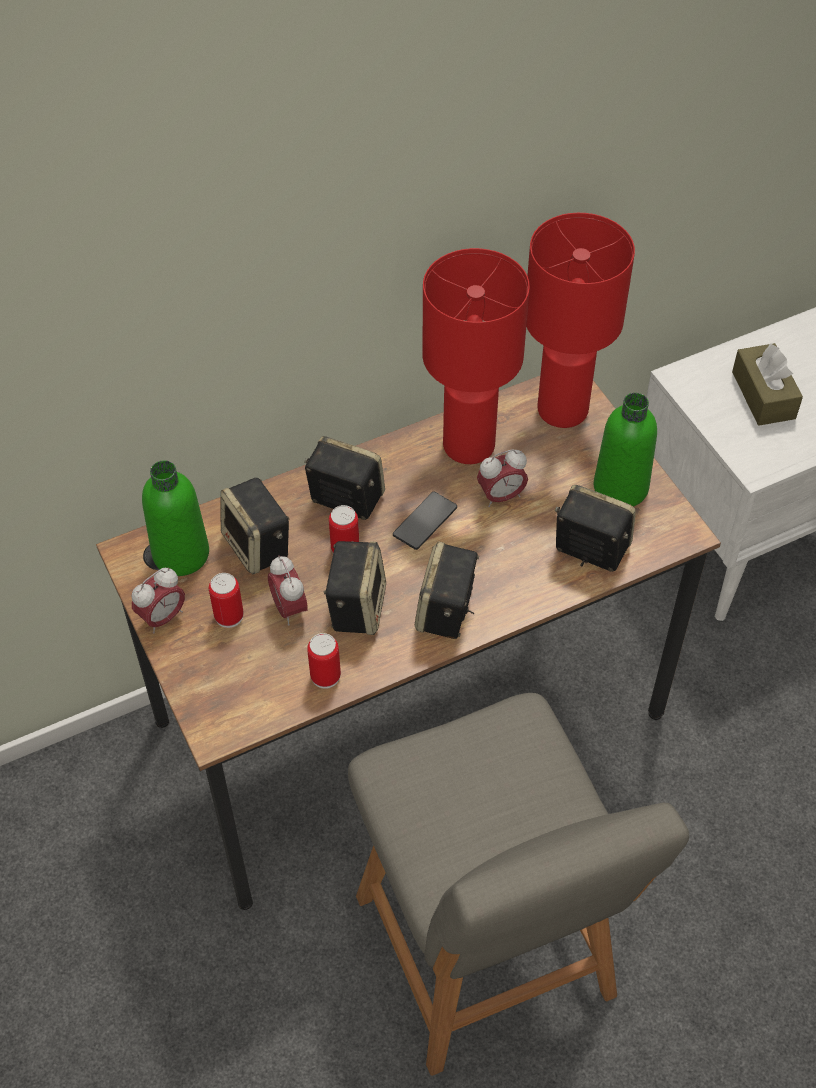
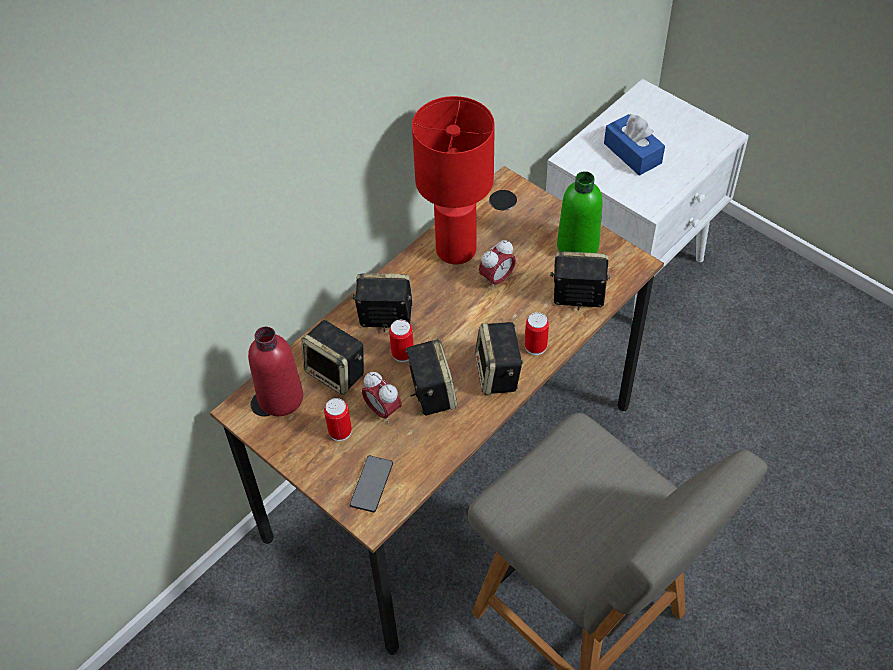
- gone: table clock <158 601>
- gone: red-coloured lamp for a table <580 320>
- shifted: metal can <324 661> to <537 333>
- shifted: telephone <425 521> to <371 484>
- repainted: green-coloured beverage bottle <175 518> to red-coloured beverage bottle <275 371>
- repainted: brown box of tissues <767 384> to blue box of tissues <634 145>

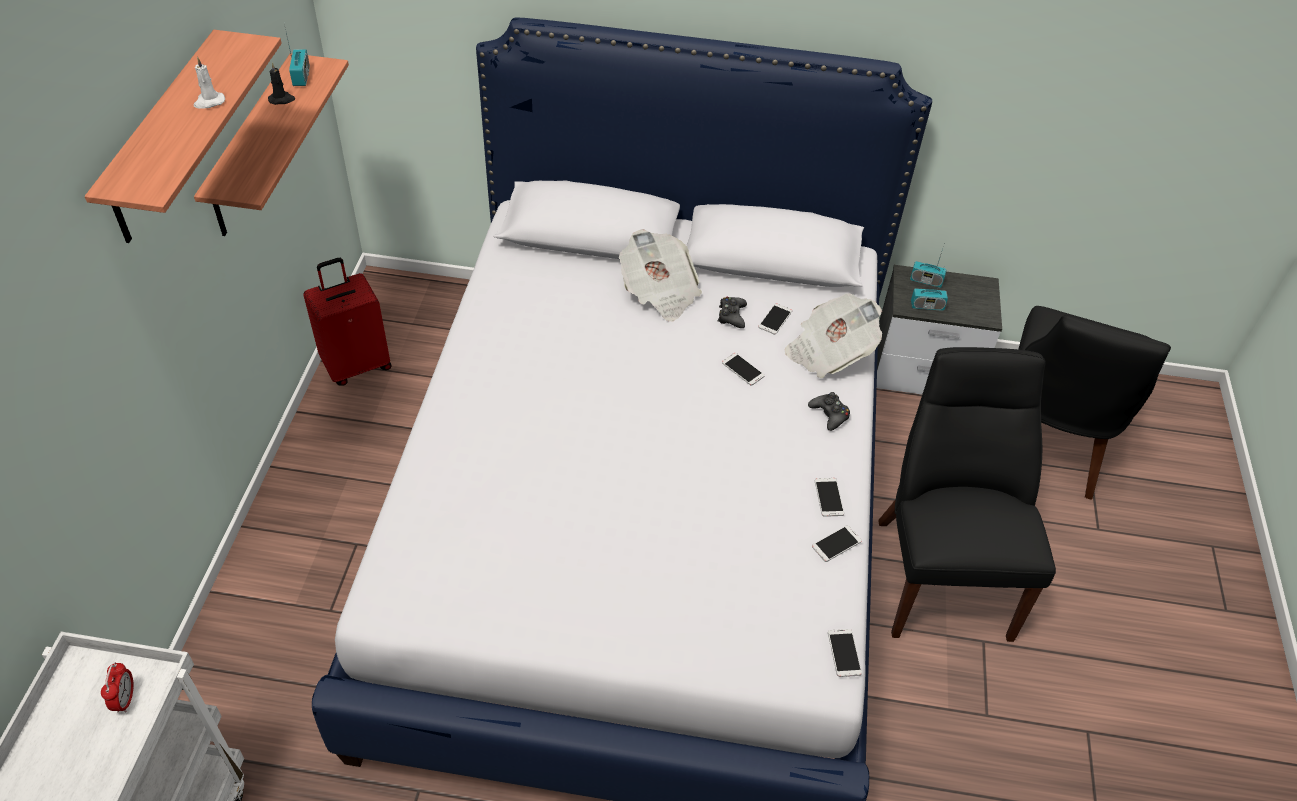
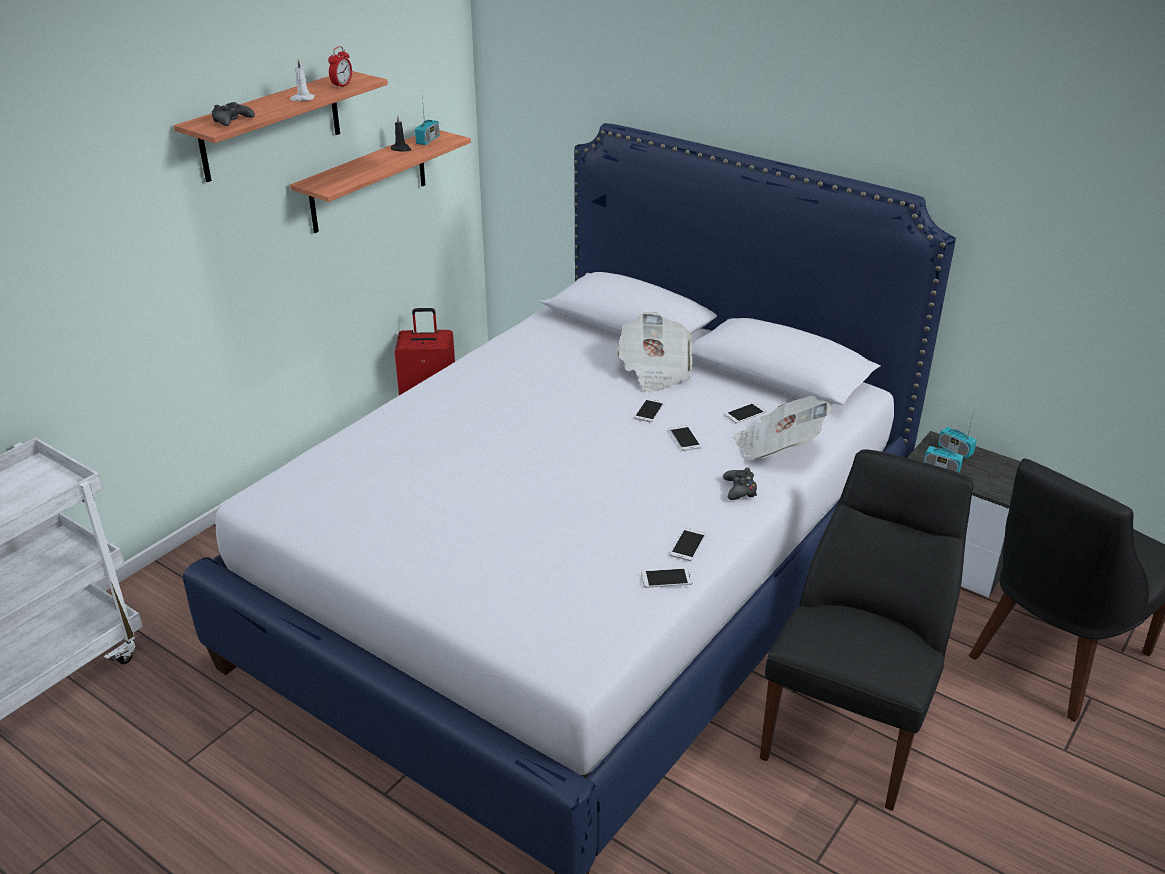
- shifted: table clock <117 687> to <340 67>
- shifted: black game controller <732 312> to <233 114>
- shifted: telephone <845 653> to <649 410>

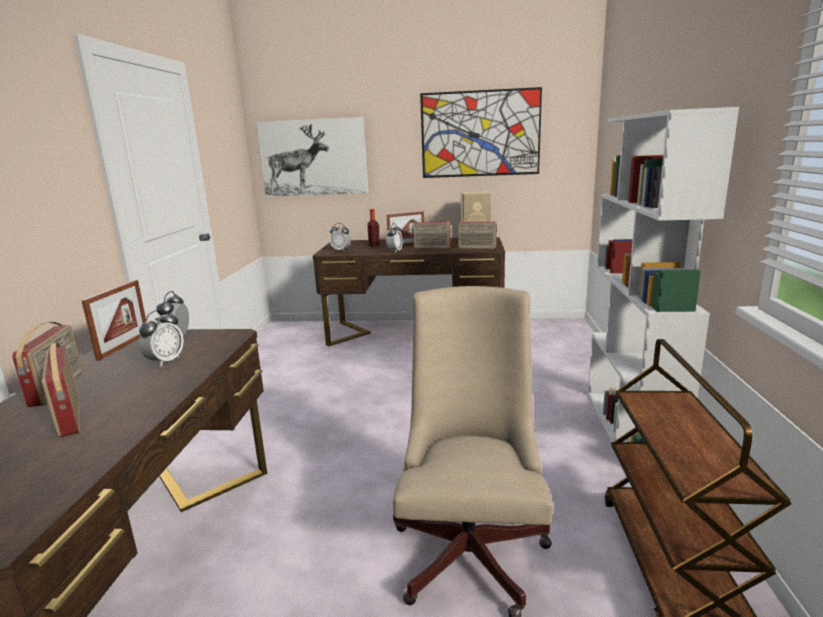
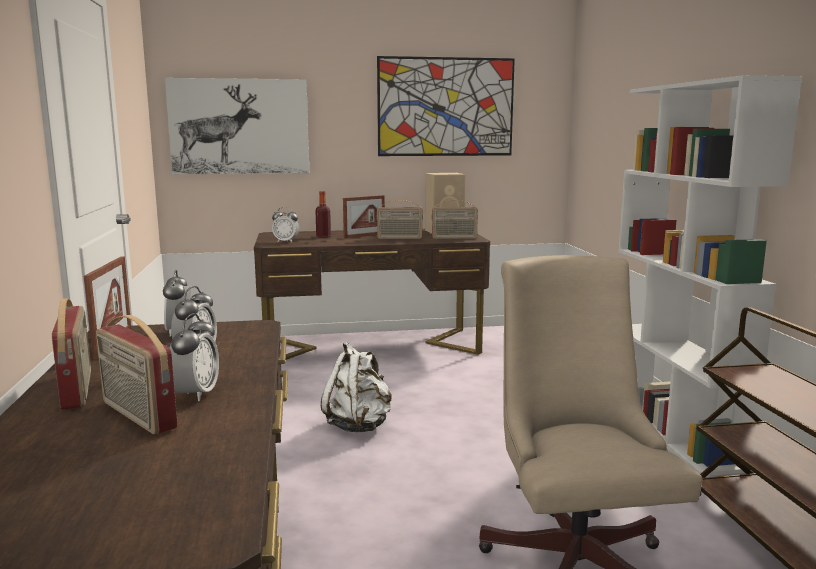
- new: white-coloured knapsack <356 387>
- shifted: table clock <394 237> to <194 357>

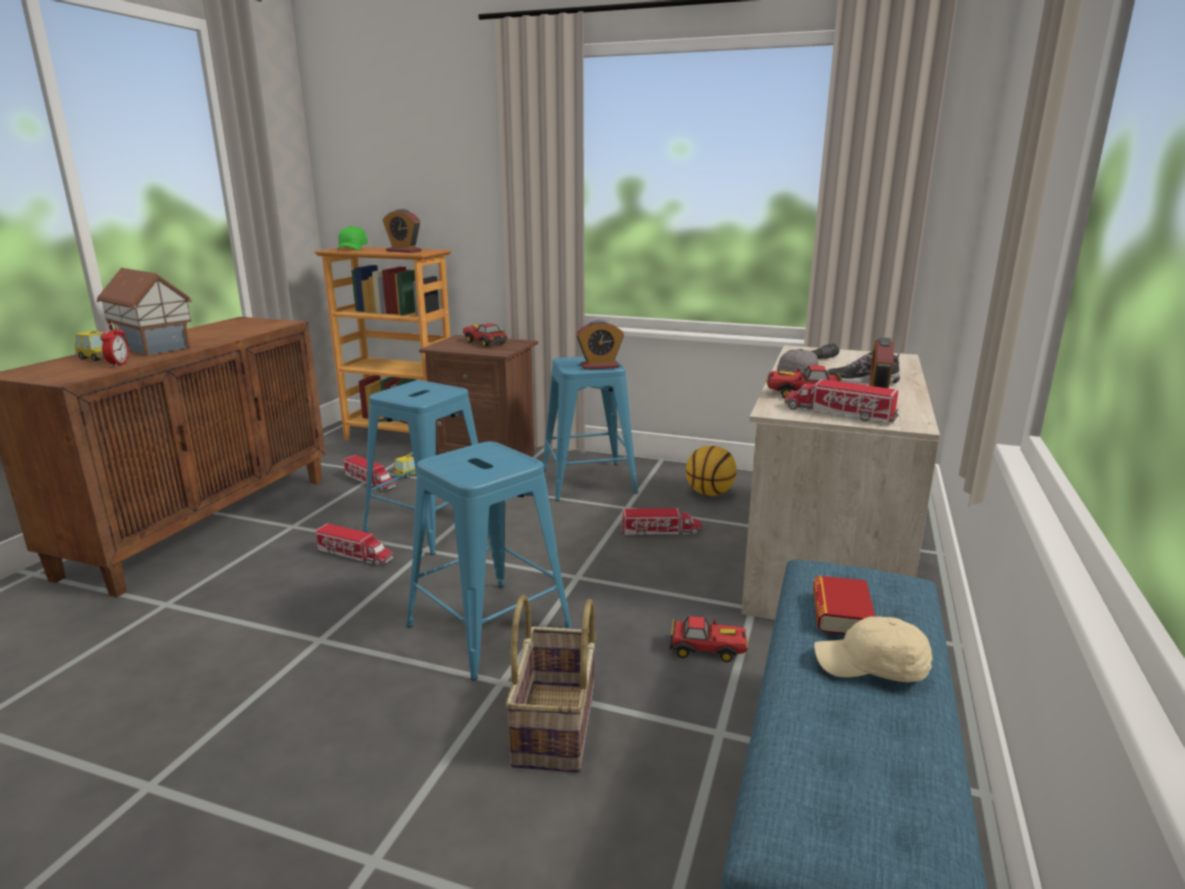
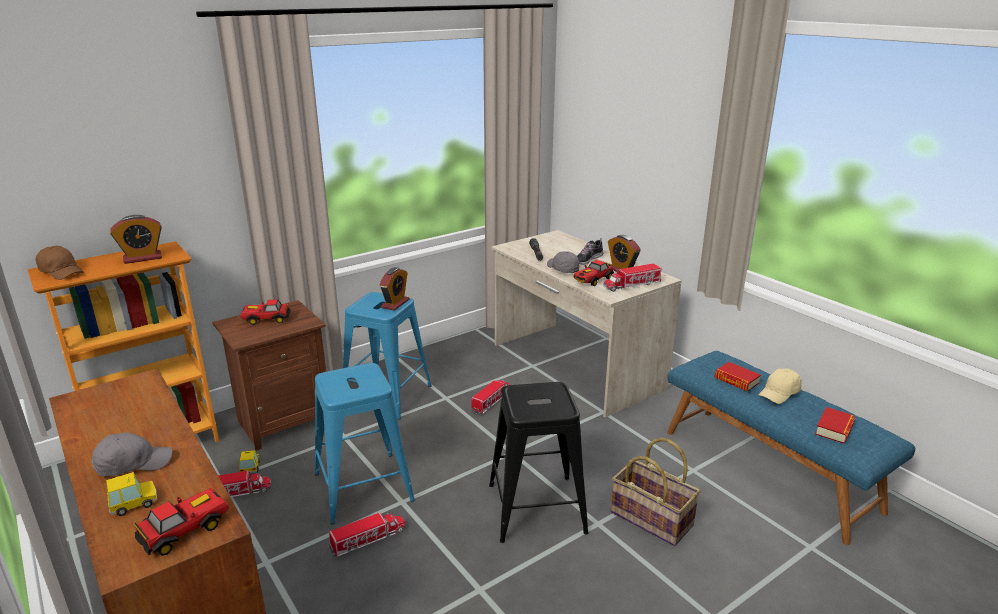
- gone: table clock <114 345>
- gone: ball for basketball <711 471>
- new: book <835 425>
- shifted: model car <709 639> to <180 522>
- swapped: model house <144 312> to grey baseball cap <131 454>
- repainted: green-coloured baseball cap <352 238> to brown baseball cap <59 263>
- repainted: blue sitting stool <489 560> to black sitting stool <539 462>

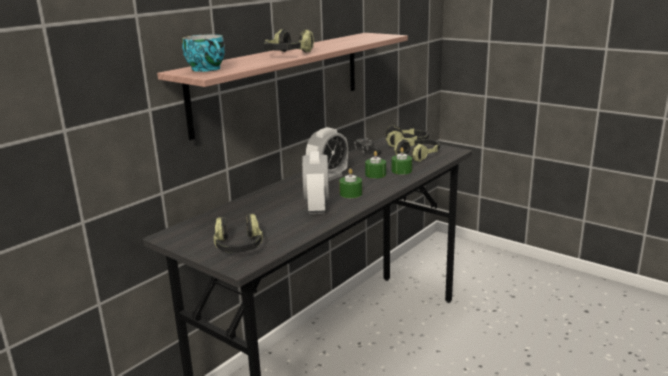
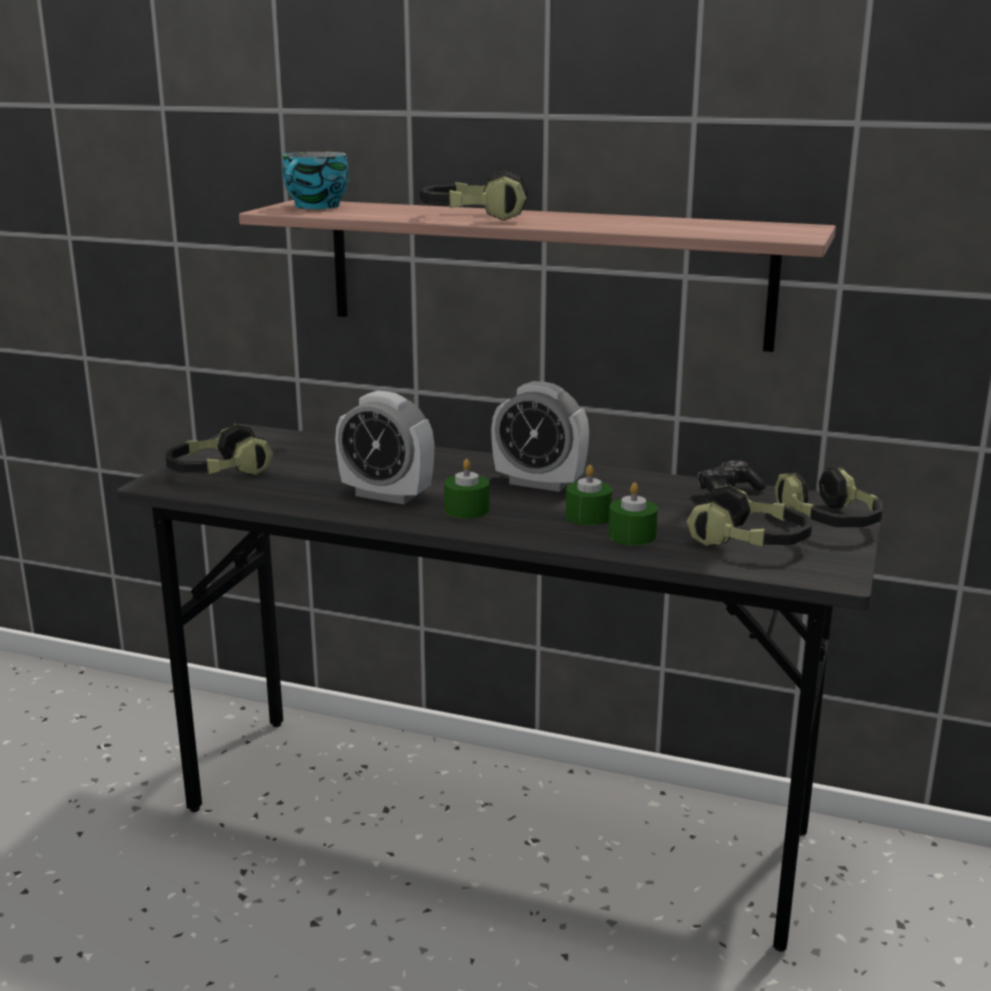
- rotated: table clock <315 182> = <384 447> 135 degrees counterclockwise

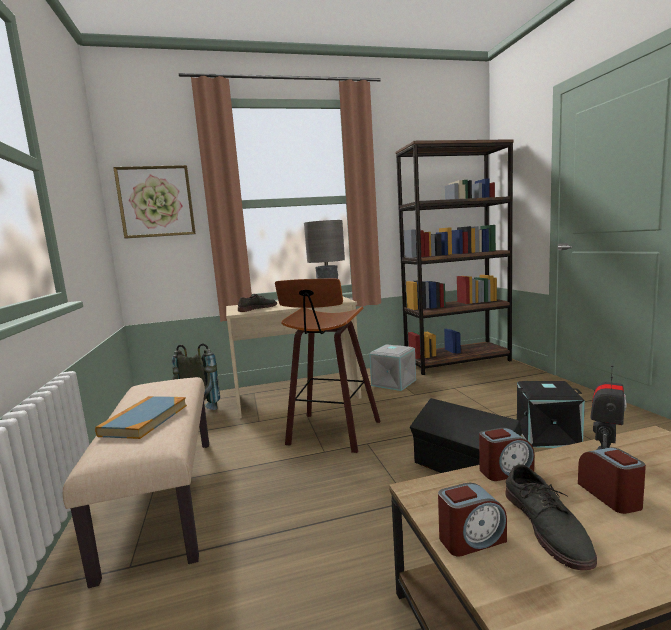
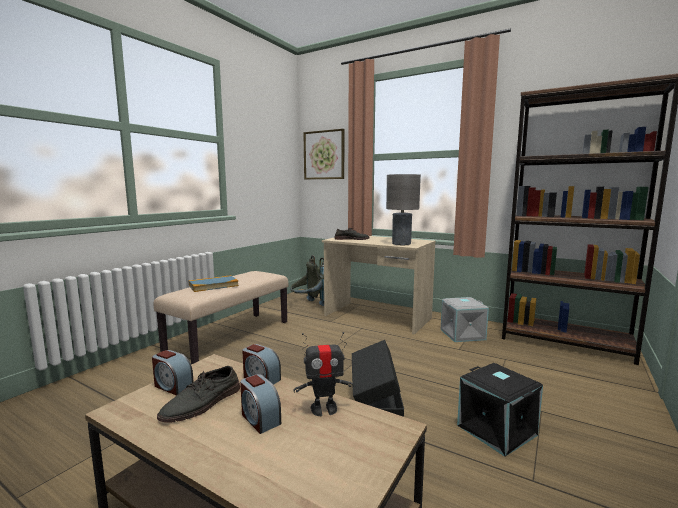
- gone: sitting stool <328 366>
- rotated: table clock <612 480> = <260 404> 105 degrees clockwise

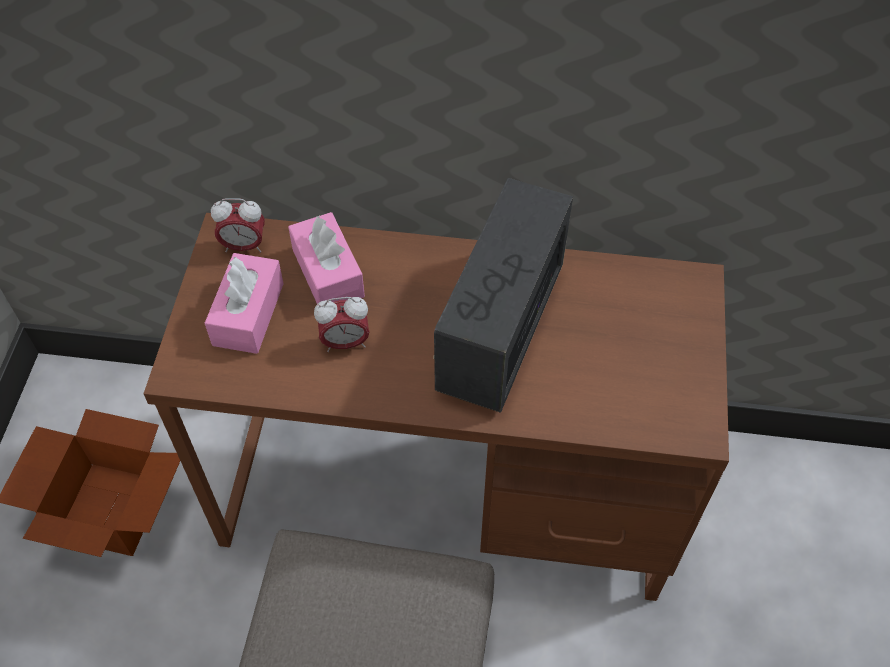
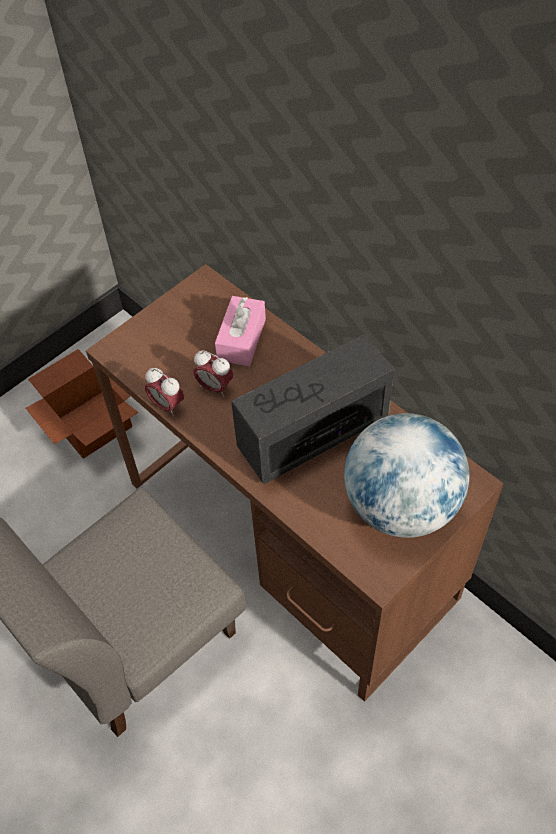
- gone: pinkish box of tissues <244 303>
- new: world globe <406 475>
- shifted: table clock <238 225> to <164 392>

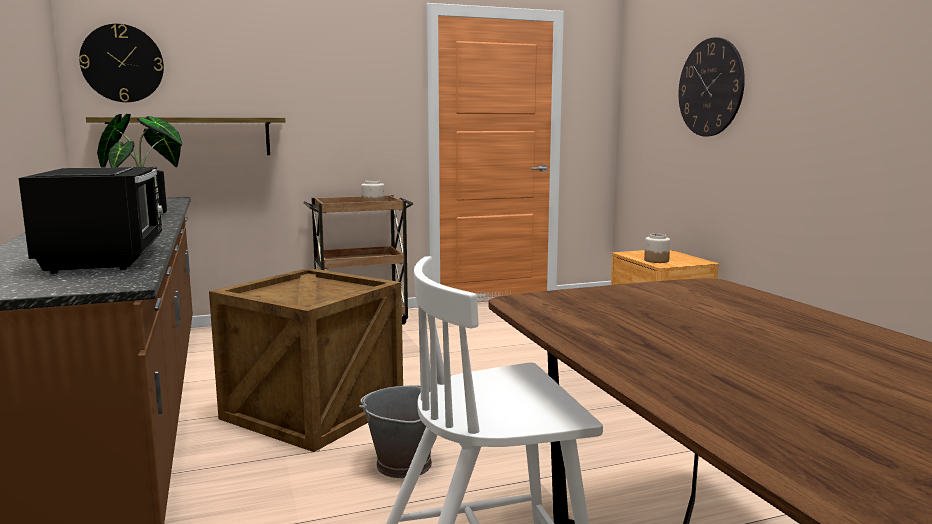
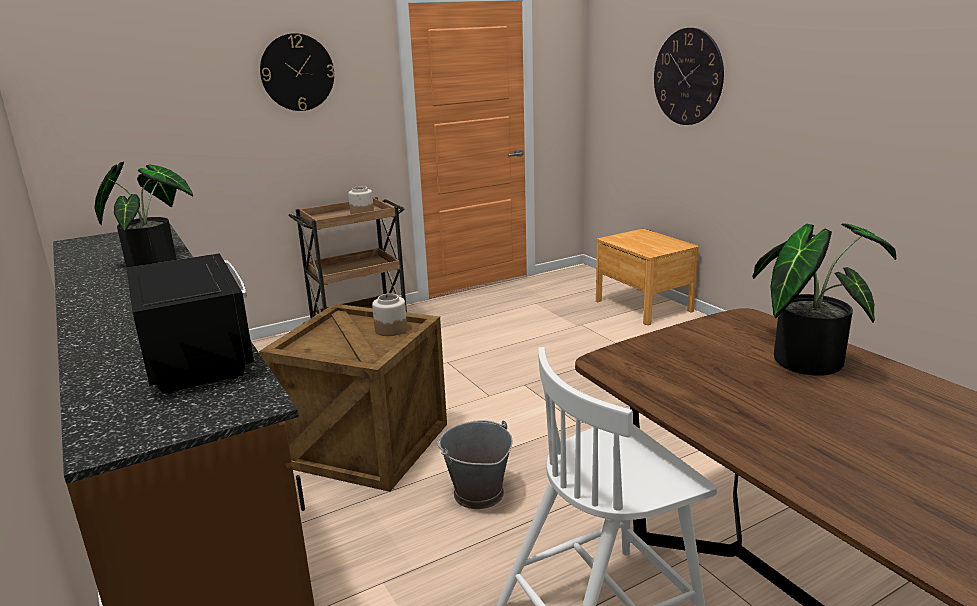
- gone: wall shelf <185 136>
- new: plant in a pot <824 299>
- shifted: hanging clock <121 63> to <297 72>
- shifted: jar <657 248> to <389 315>

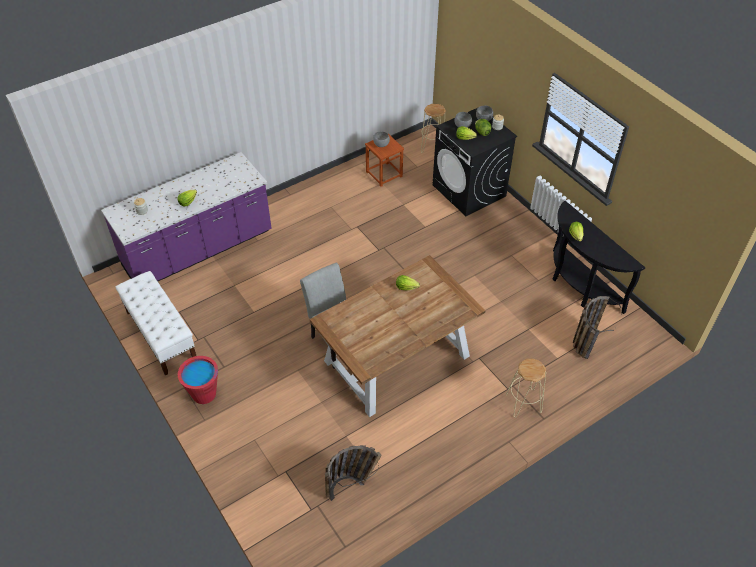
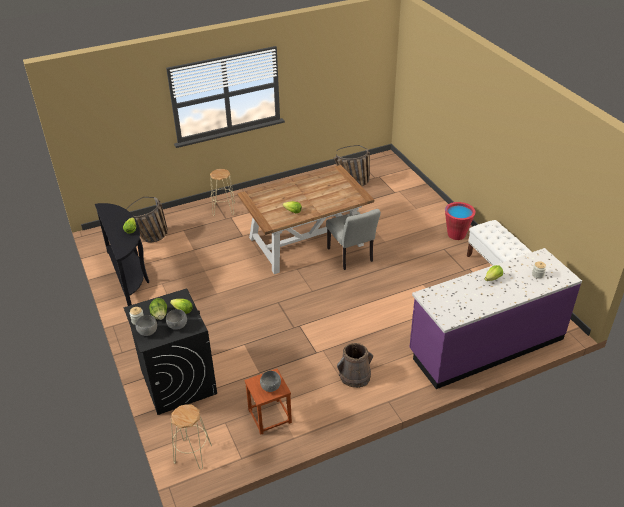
- new: brown bucket <355 365>

